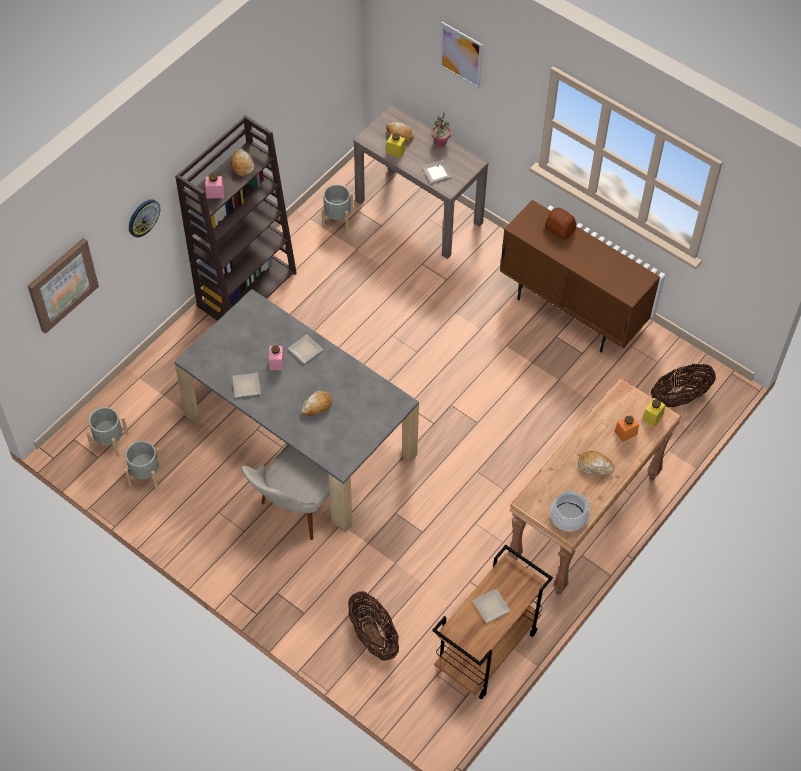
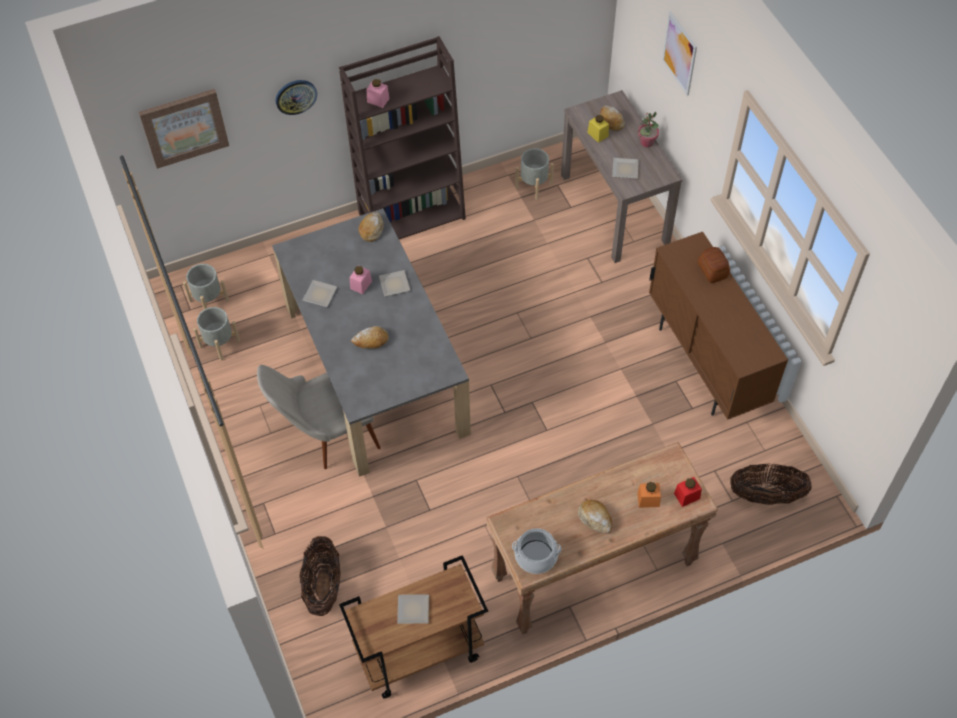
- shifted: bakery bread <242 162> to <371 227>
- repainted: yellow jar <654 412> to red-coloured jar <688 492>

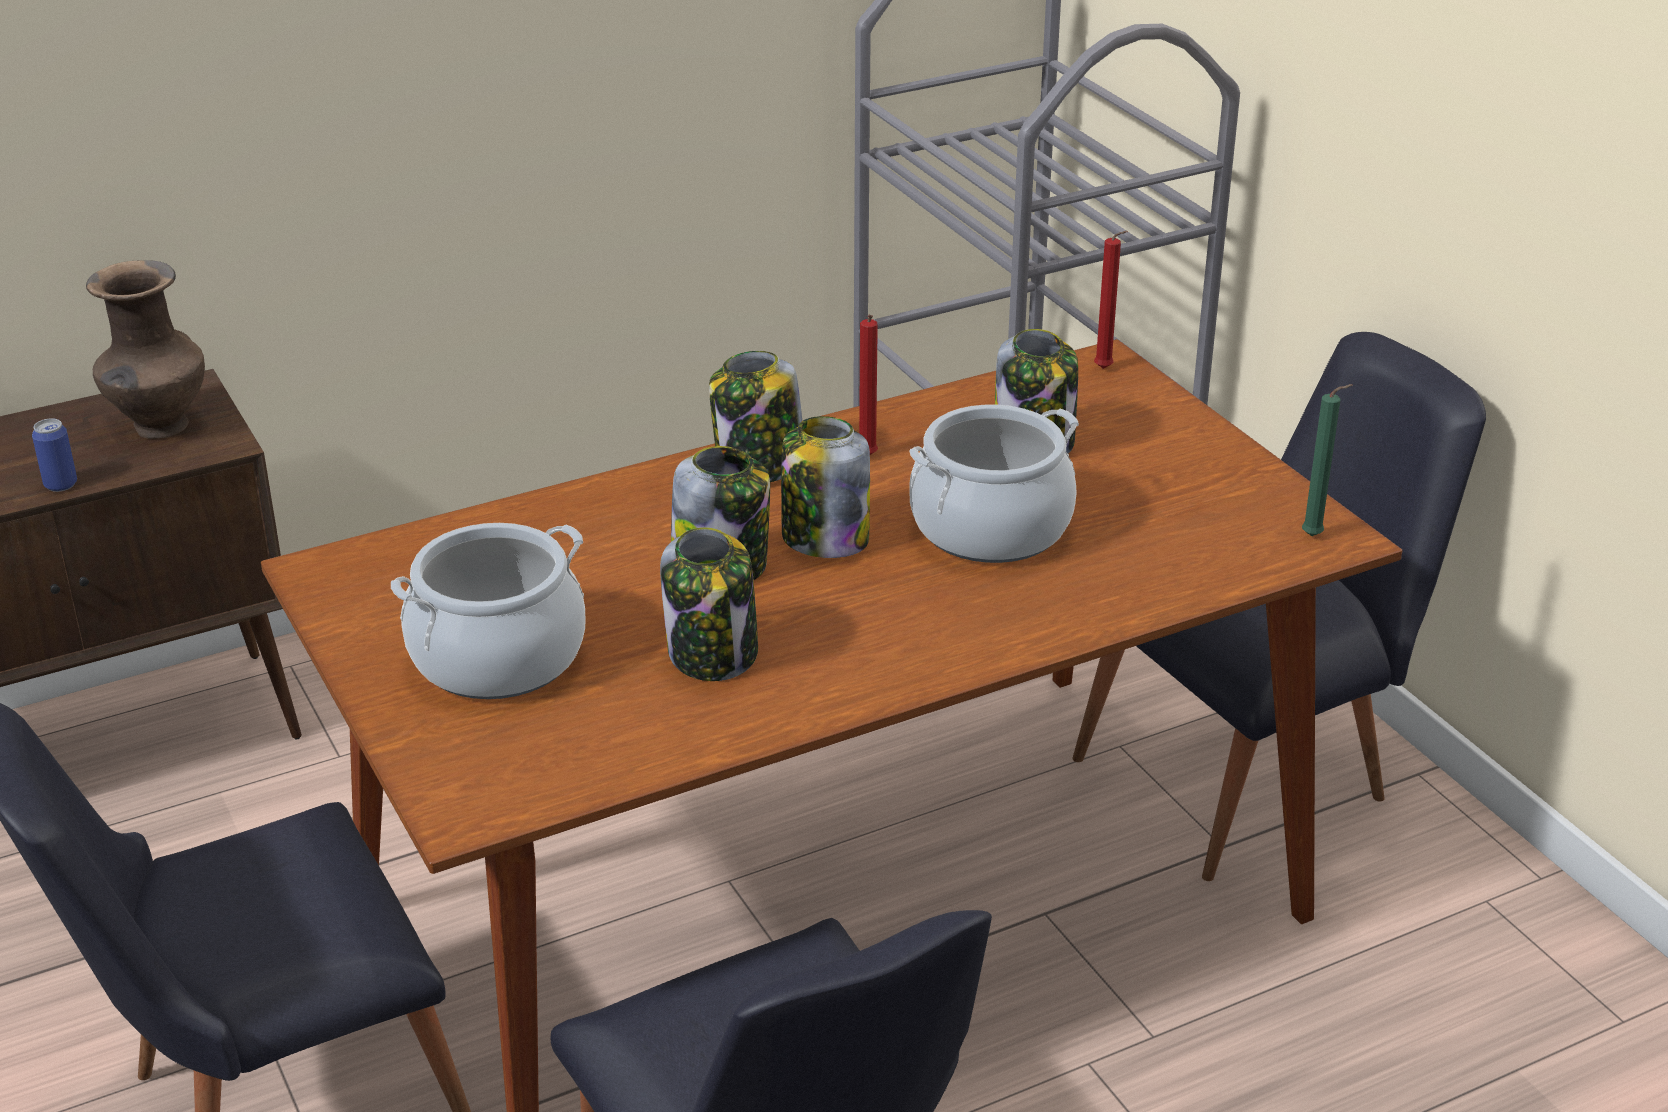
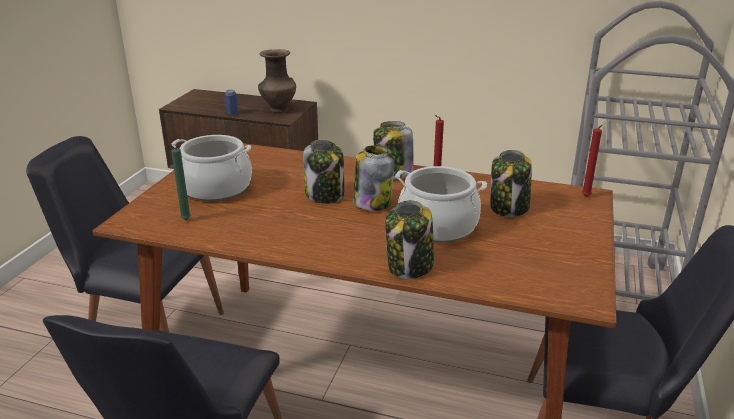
- shifted: jar <709 604> to <409 239>
- shifted: green-coloured candle <1327 460> to <181 182>

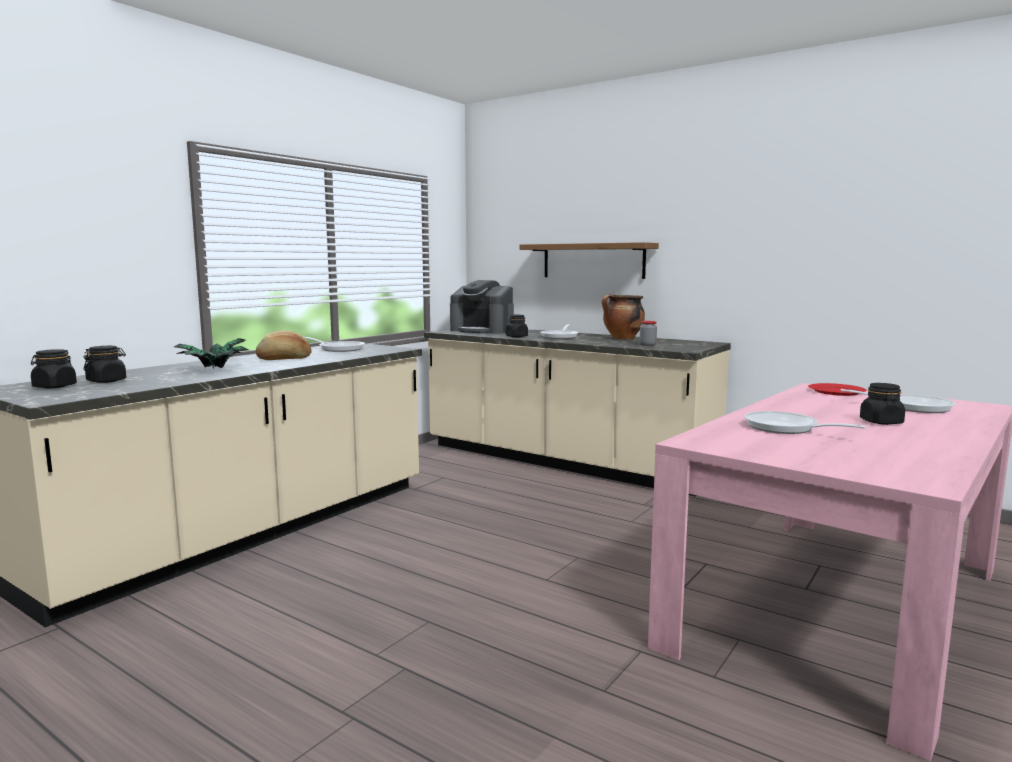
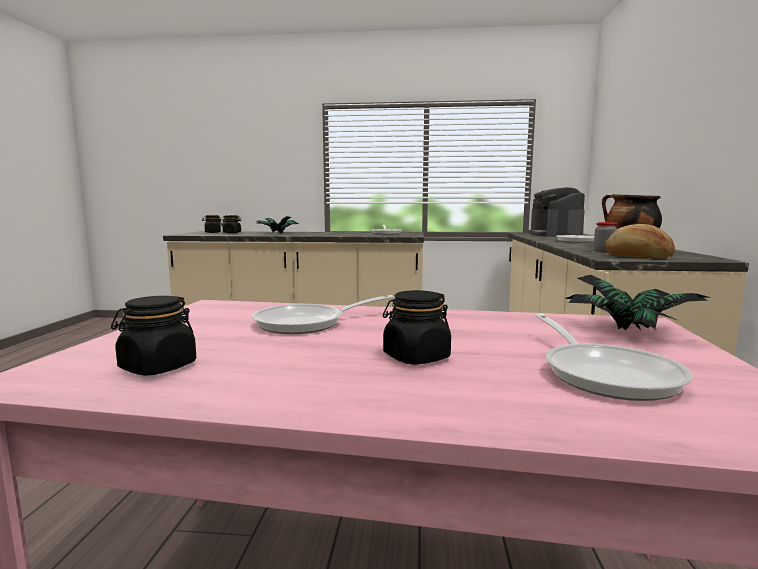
- gone: brown wall shelf <589 260>
- shifted: bakery bread <283 345> to <640 241>
- shifted: black jar <517 326> to <153 336>
- swapped: red-coloured dinner plate <837 389> to plant in a pot <637 303>
- rotated: skillet <805 422> = <323 314> 135 degrees counterclockwise

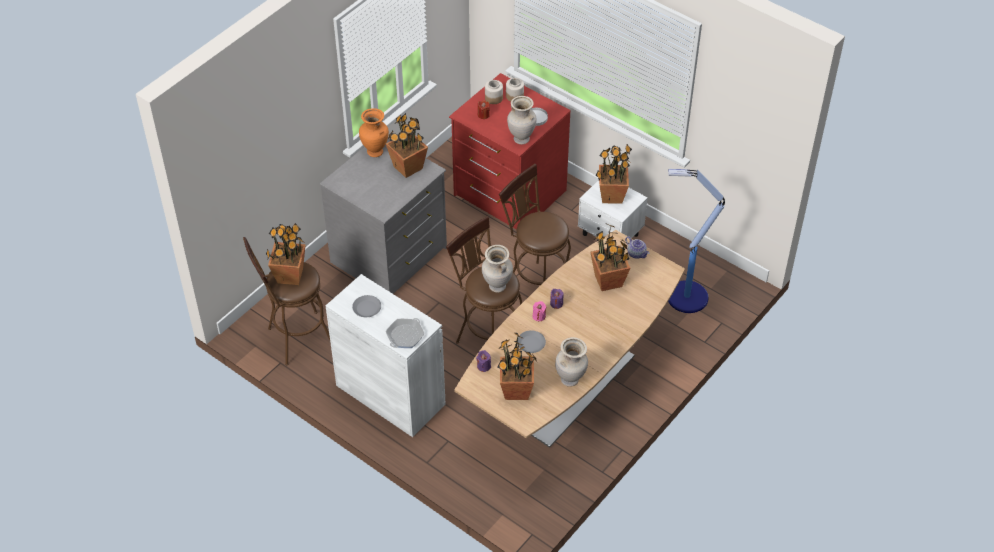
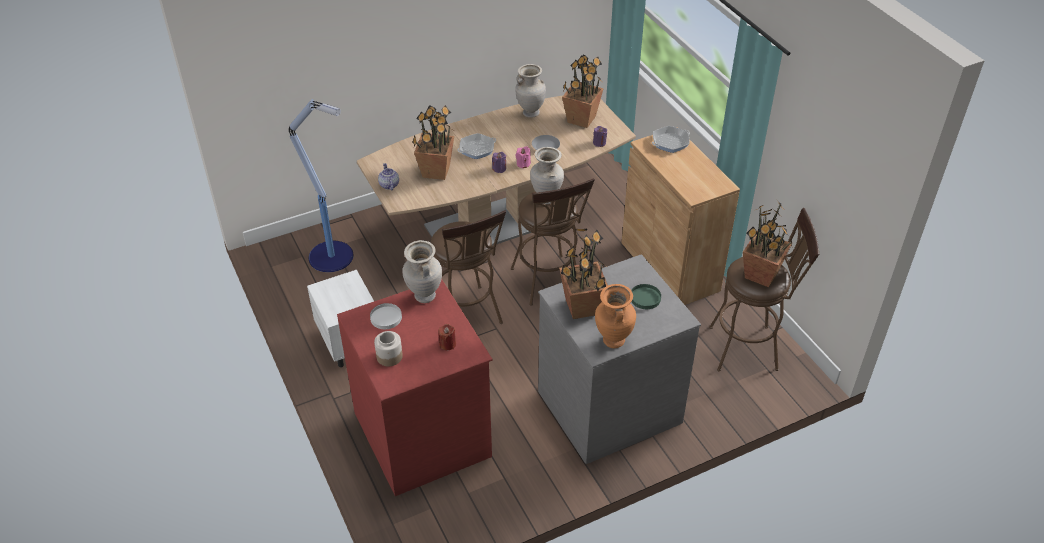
- gone: grey dinner plate <366 306>
- gone: jar <494 92>
- gone: plant in a pot <614 174>
- new: skillet <476 146>
- new: green-coloured dinner plate <646 296>
- repainted: white-coloured cupboard <386 355> to brown cupboard <681 216>

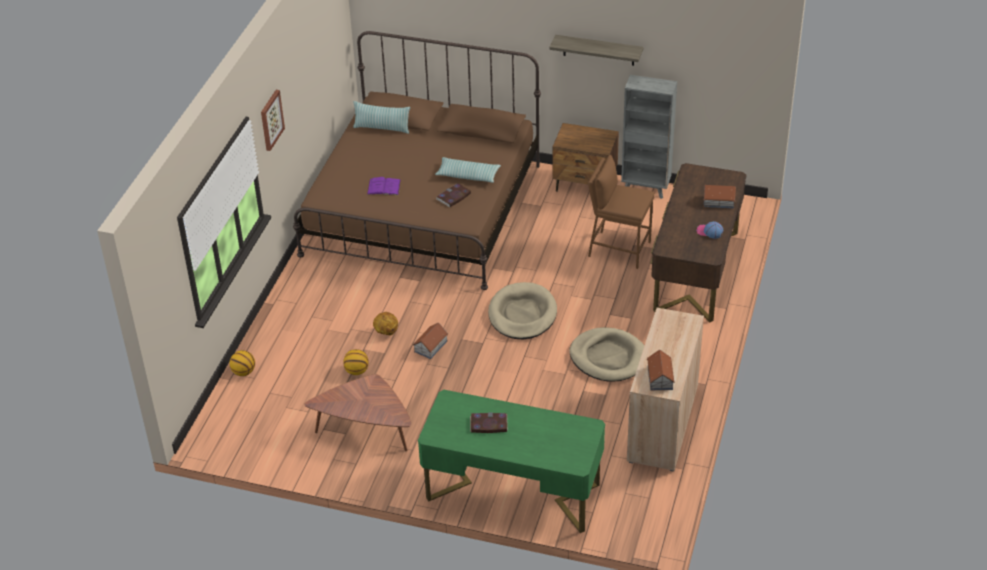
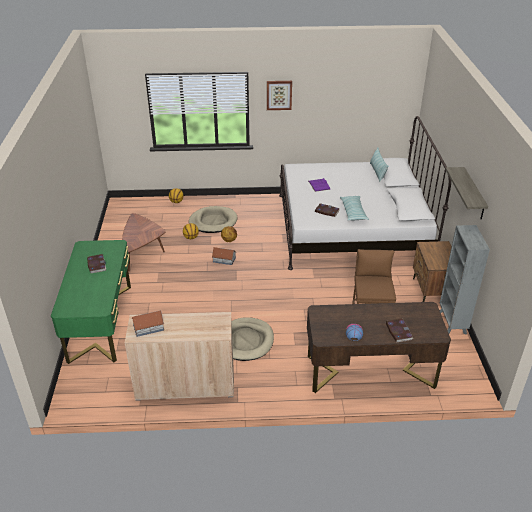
- shifted: beige-coloured pet bed <522 310> to <213 219>
- swapped: model house <719 196> to book <399 330>
- repainted: brown bed <417 160> to white-coloured bed <365 193>

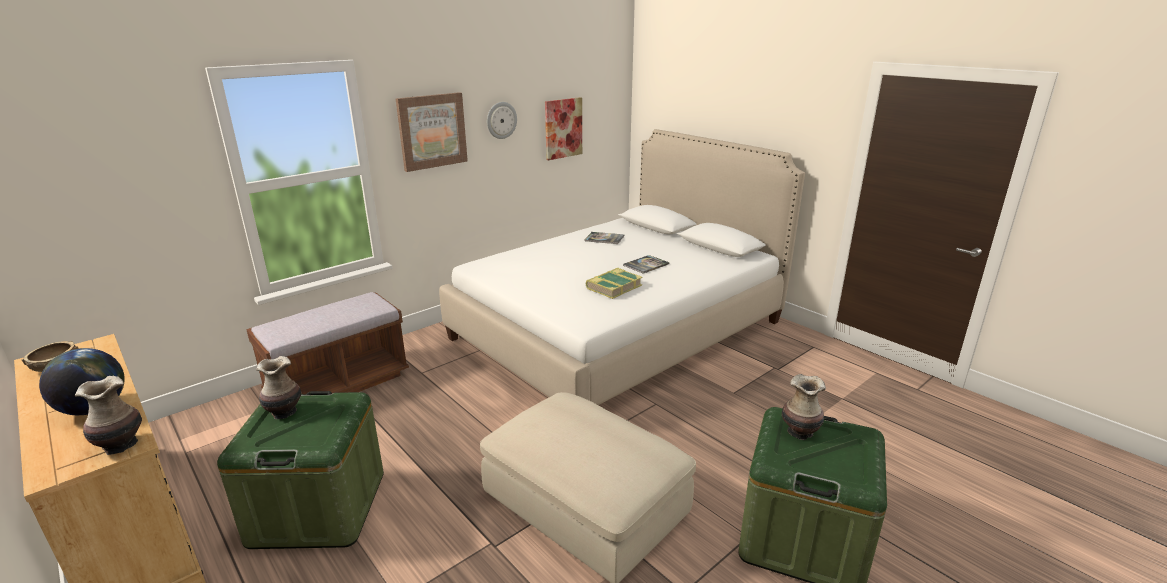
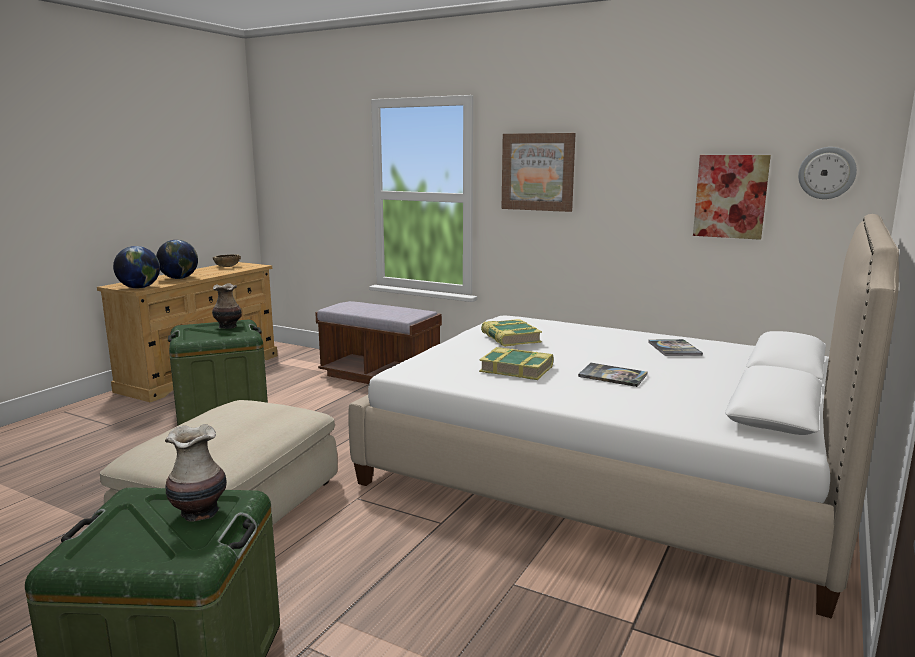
- new: book <511 333>
- shifted: hanging clock <502 120> to <827 173>
- swapped: flower vase <108 415> to world globe <136 267>

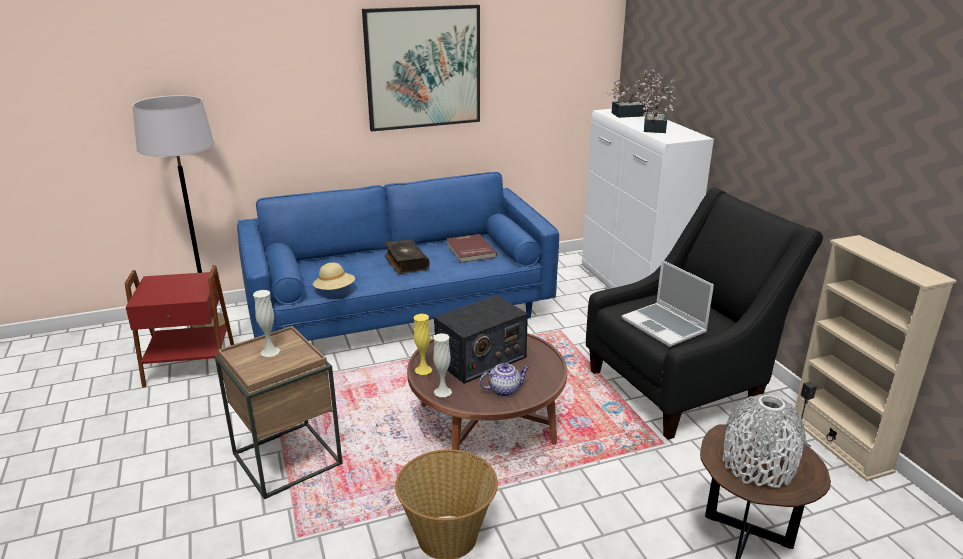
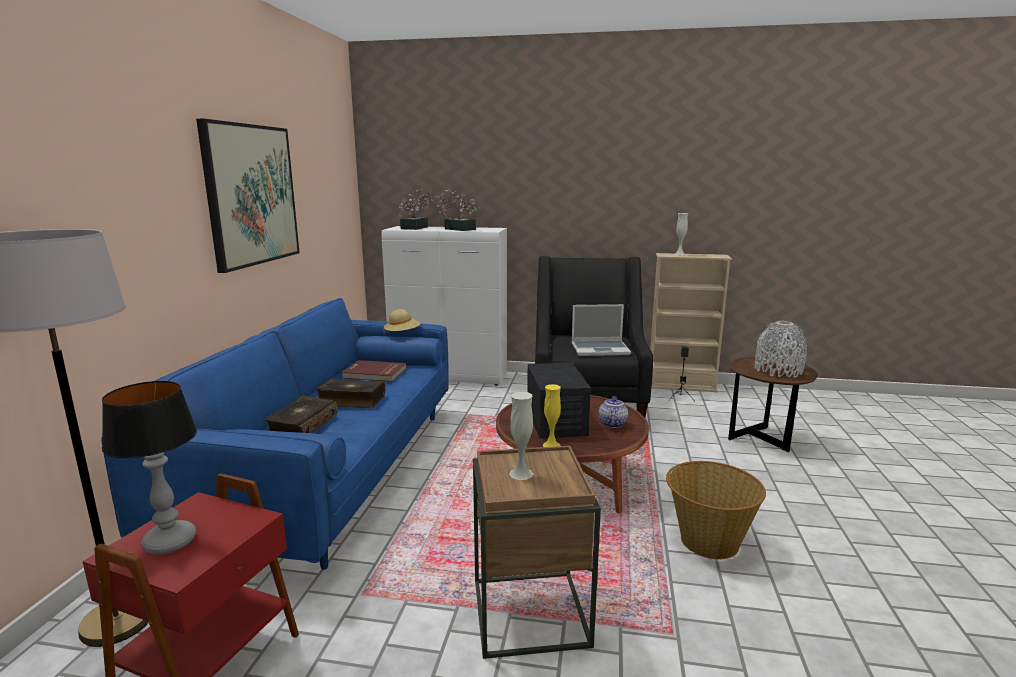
- new: lamp for a table <149 467>
- new: book <301 414>
- shifted: beige-coloured wearable hat <334 276> to <402 320>
- shifted: white-coloured flower vase <442 365> to <681 234>

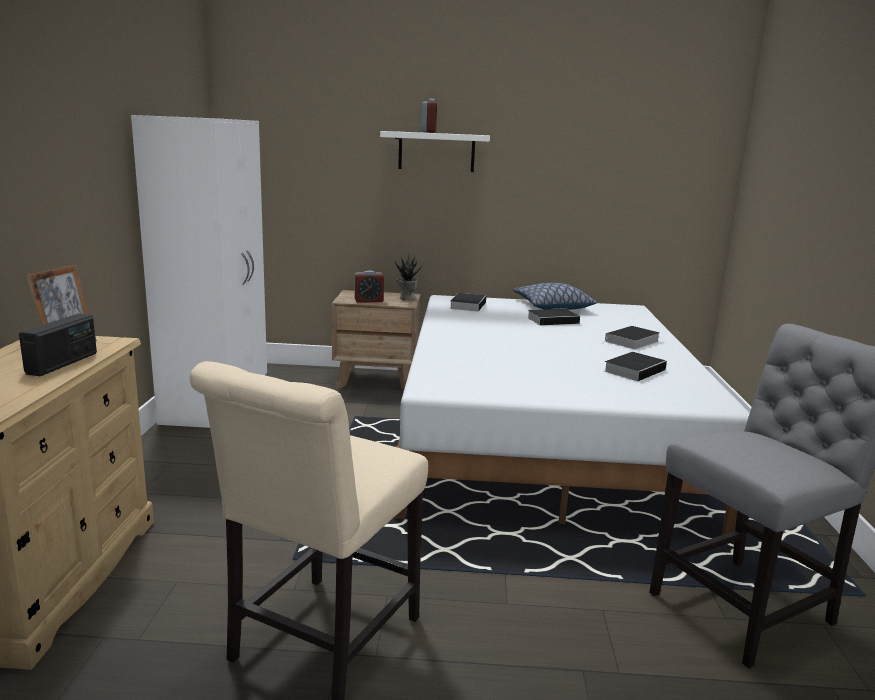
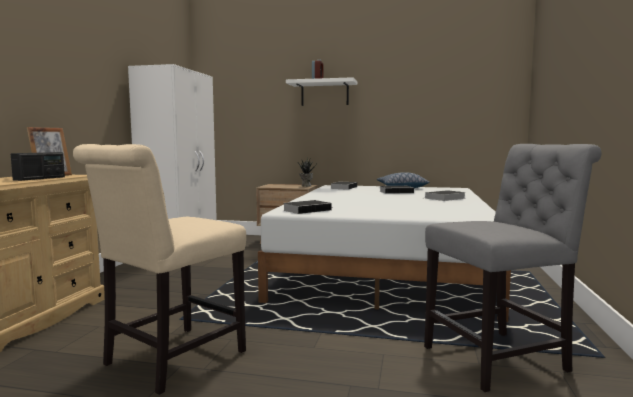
- gone: table clock <369 286>
- shifted: book <635 366> to <307 207>

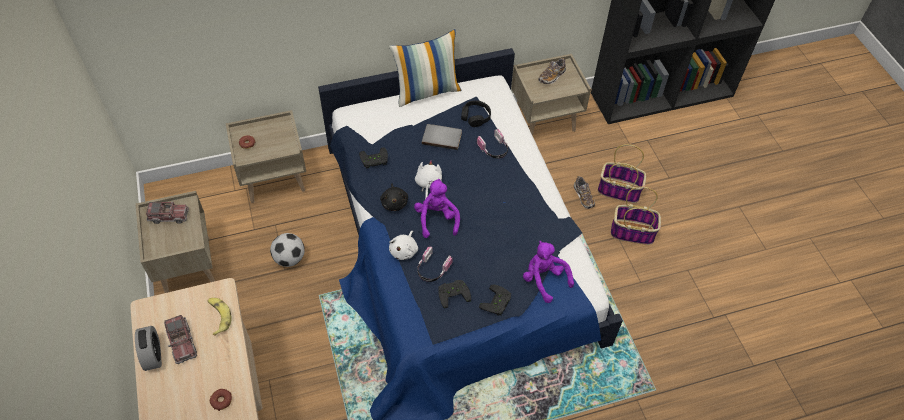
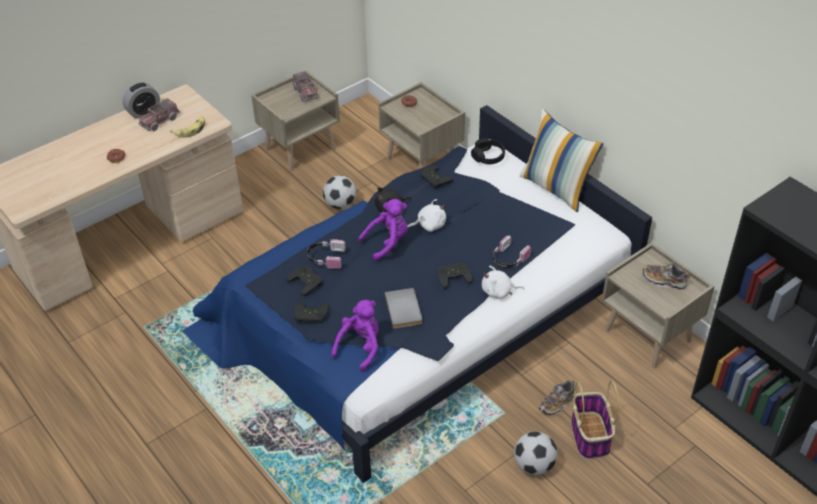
- new: black game controller <455 276>
- shifted: white-coloured cuddly toy <403 245> to <503 282>
- shifted: grey book <442 137> to <403 308>
- shifted: black headset <476 113> to <488 151>
- swapped: household basket <636 216> to ball for football <535 453>

